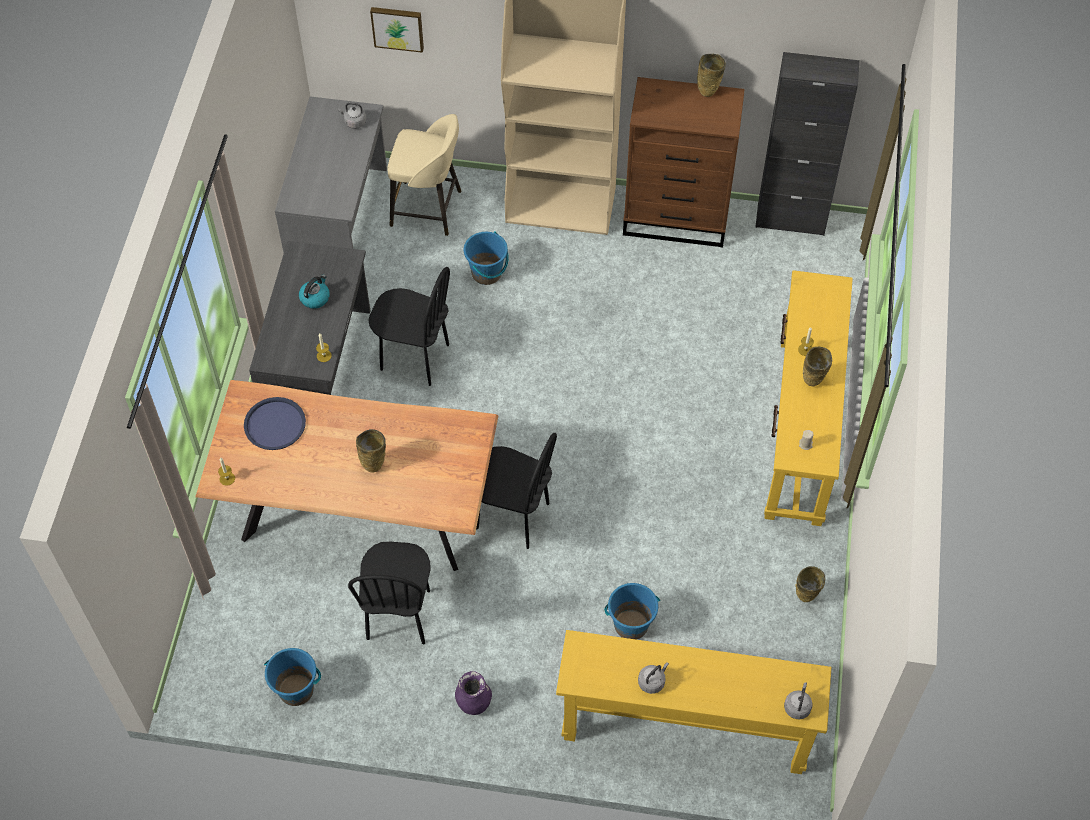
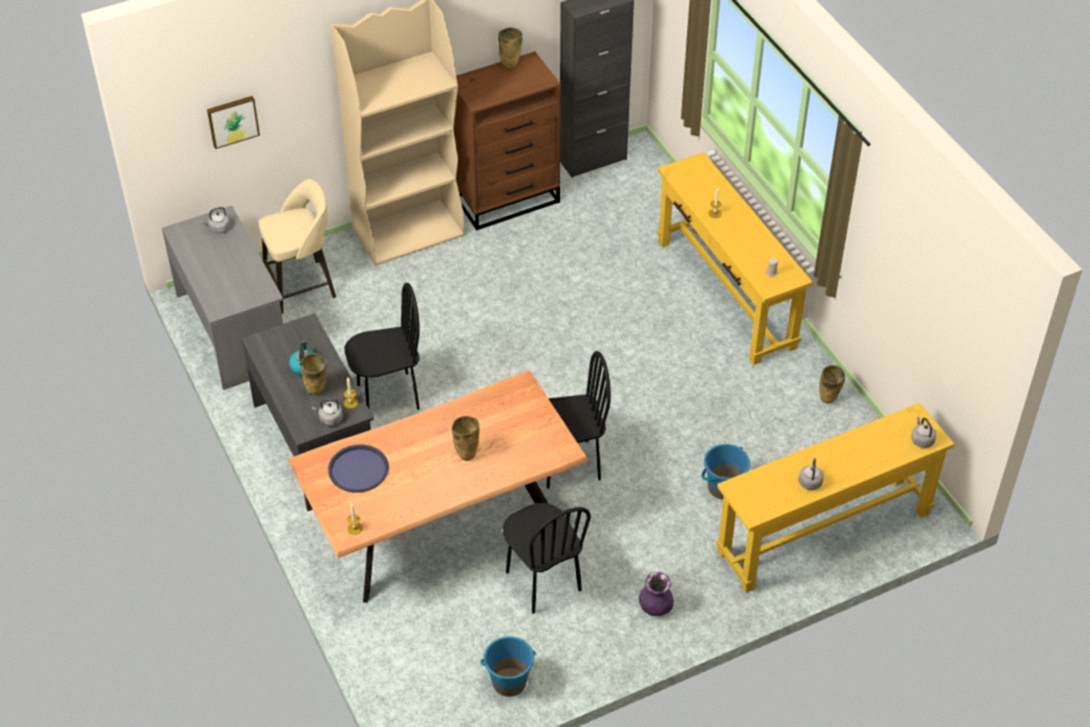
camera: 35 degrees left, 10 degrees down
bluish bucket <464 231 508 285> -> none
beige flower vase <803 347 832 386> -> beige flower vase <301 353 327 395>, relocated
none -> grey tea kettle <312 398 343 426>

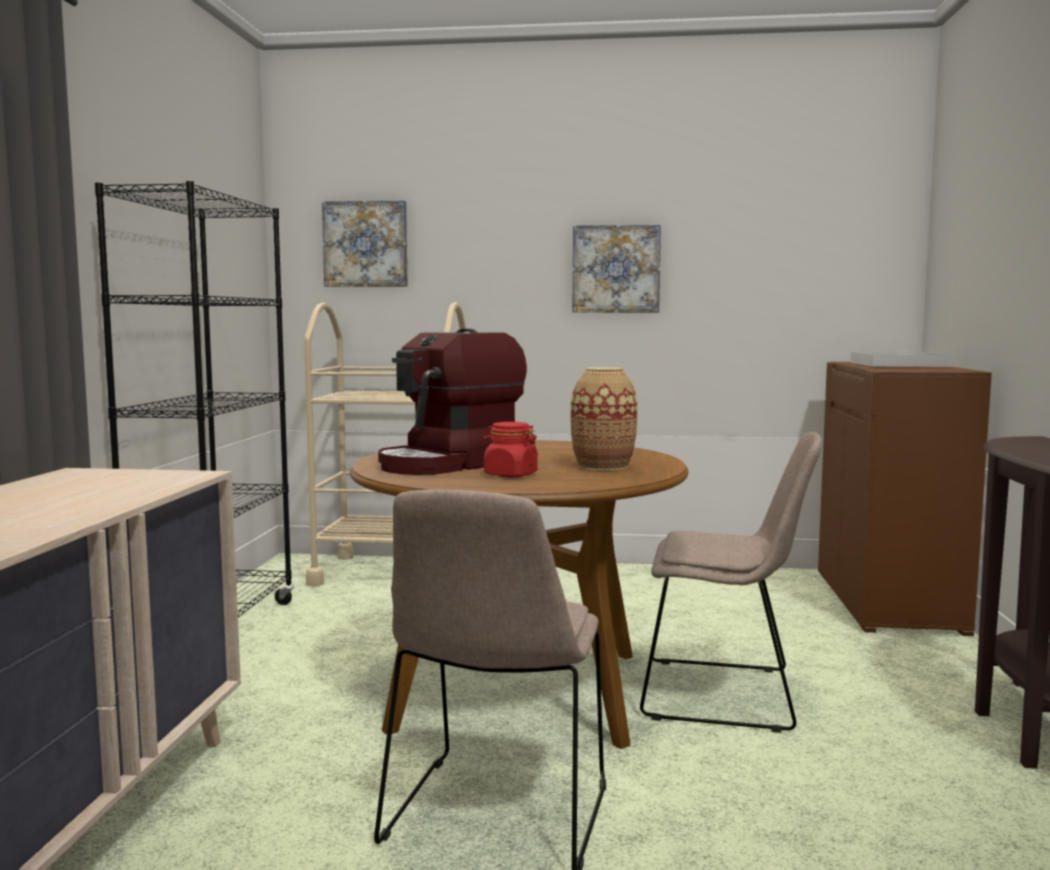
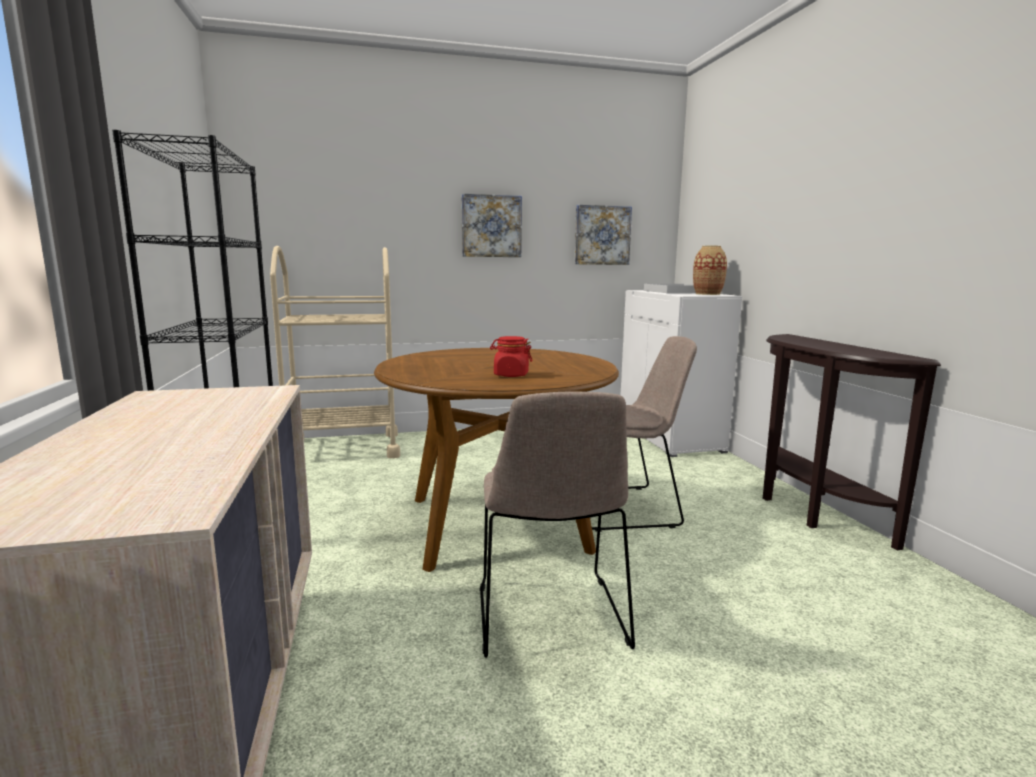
camera: 20 degrees left, 5 degrees up
wall art <322 200 408 287> -> wall art <574 205 632 265>, relocated
coffee machine <378 329 527 475> -> none
flower vase <570 367 637 471> -> flower vase <693 246 727 295>, relocated
brownish cabinet <818 362 992 636> -> white cabinet <621 290 742 457>

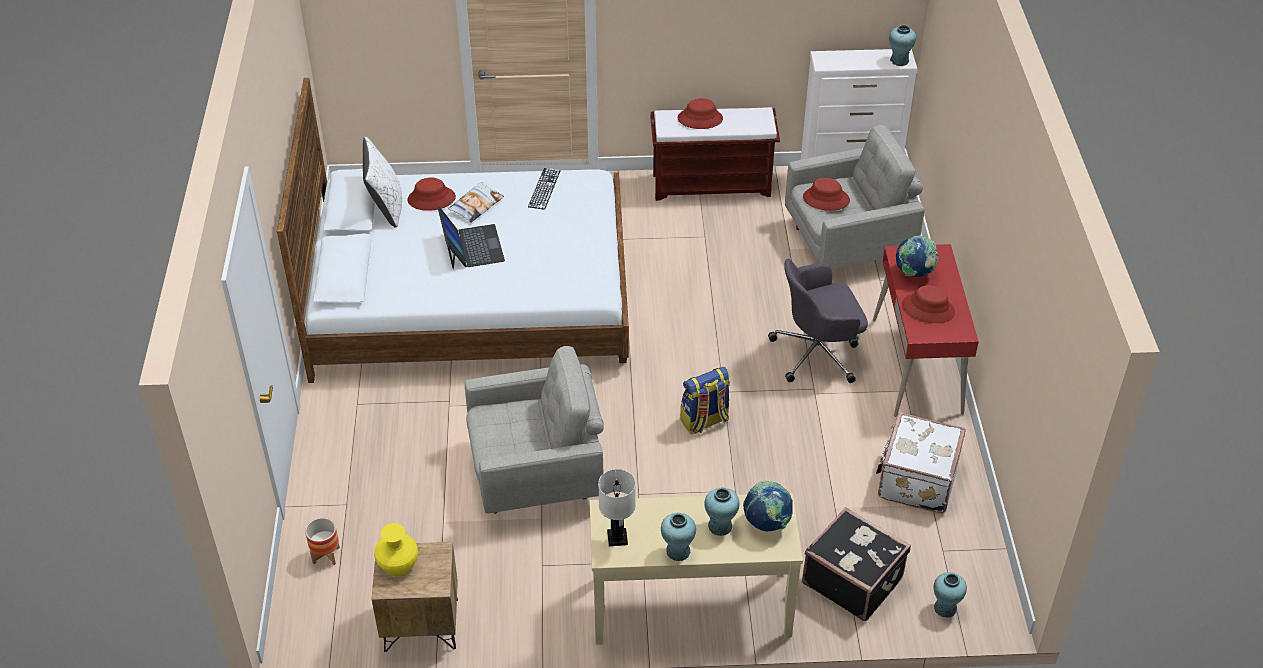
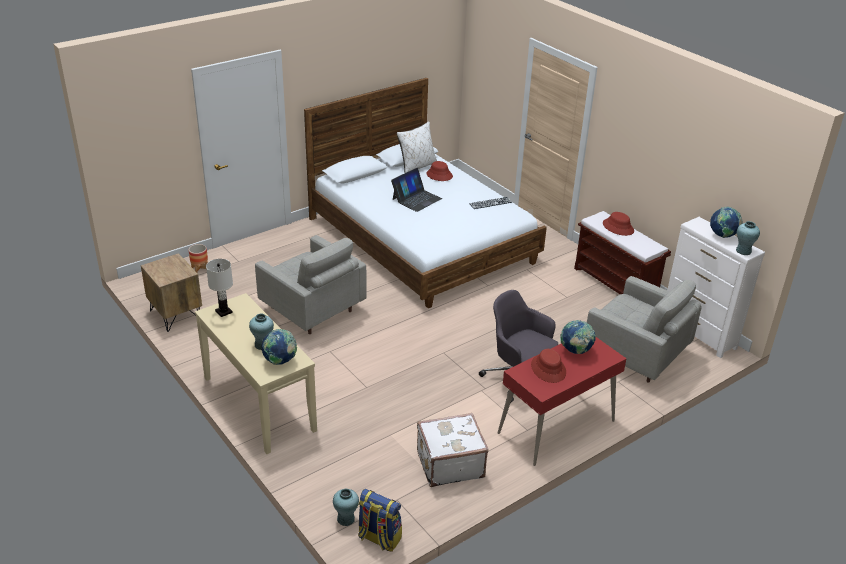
camera: 55 degrees right, 10 degrees down
yellowish flower vase <374 523 418 576> -> none
pillow <448 182 504 223> -> none
turquoise flower vase <661 513 696 561> -> none
rucksack <680 367 730 434> -> rucksack <358 489 402 552>, relocated
black travel case <802 507 911 621> -> none
red wearable hat <803 178 850 211> -> none
none -> world globe <710 207 743 238>

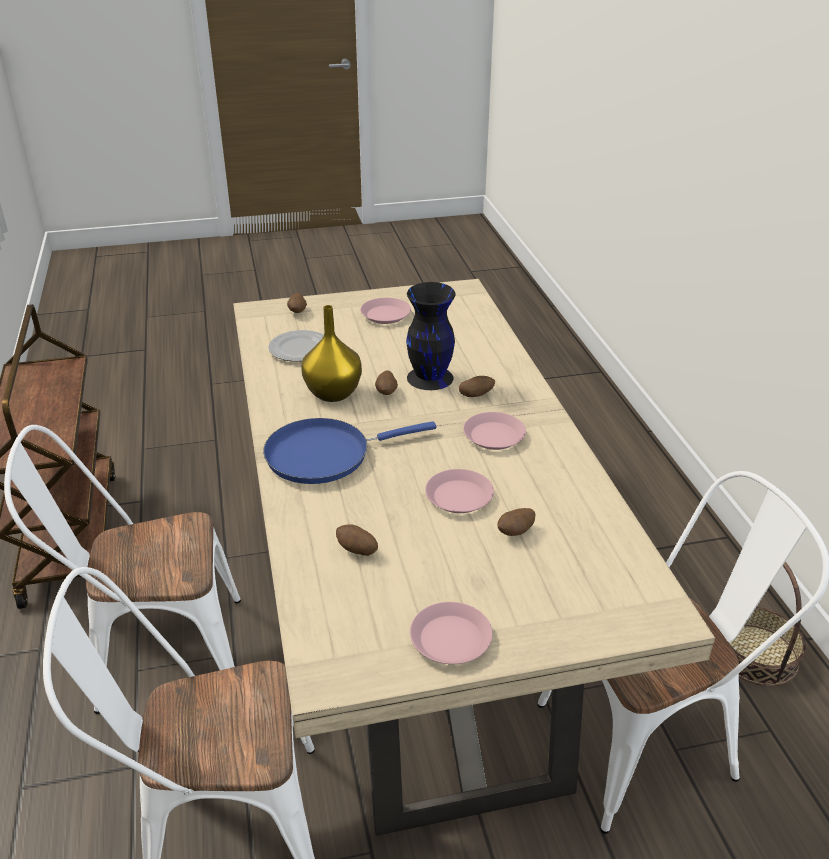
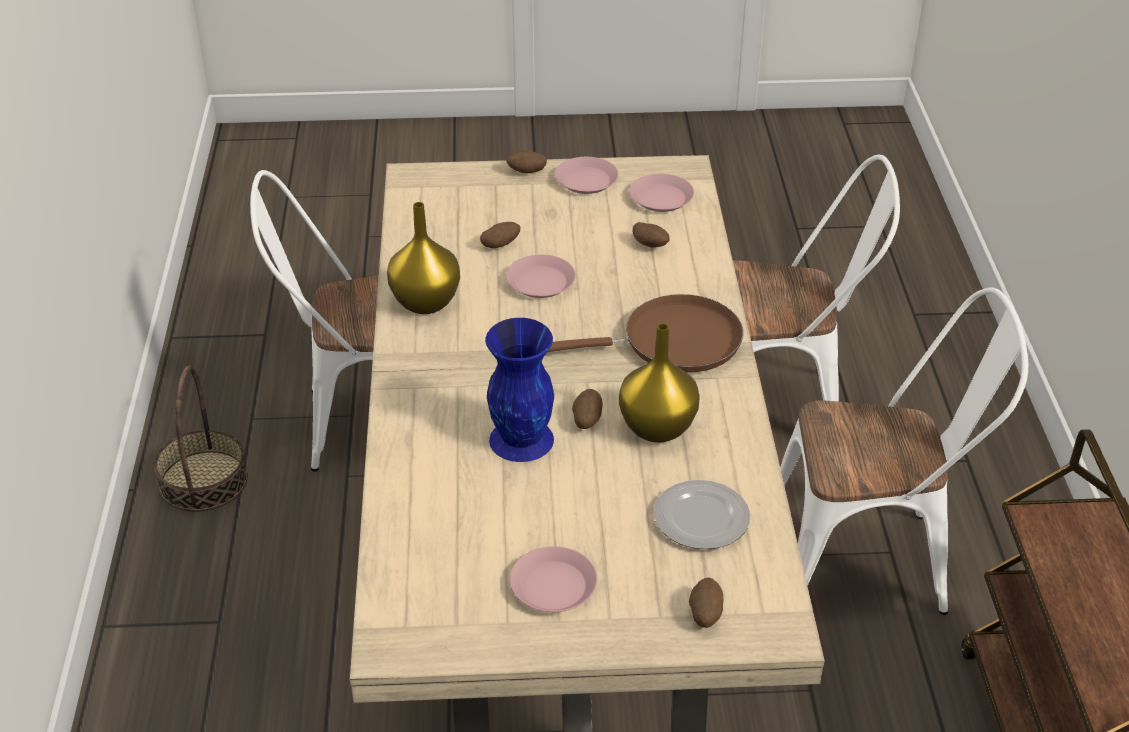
camera: 170 degrees left, 5 degrees up
bluish skillet <263 418 436 484> -> brownish skillet <548 294 743 373>
black flower vase <406 282 456 390> -> bluish flower vase <485 318 554 462>
whole potato <459 376 495 397> -> whole potato <506 151 547 174>, relocated
pink flat dish <463 412 526 450> -> pink flat dish <629 174 694 212>, relocated
none -> yellowish flower vase <387 202 460 314>

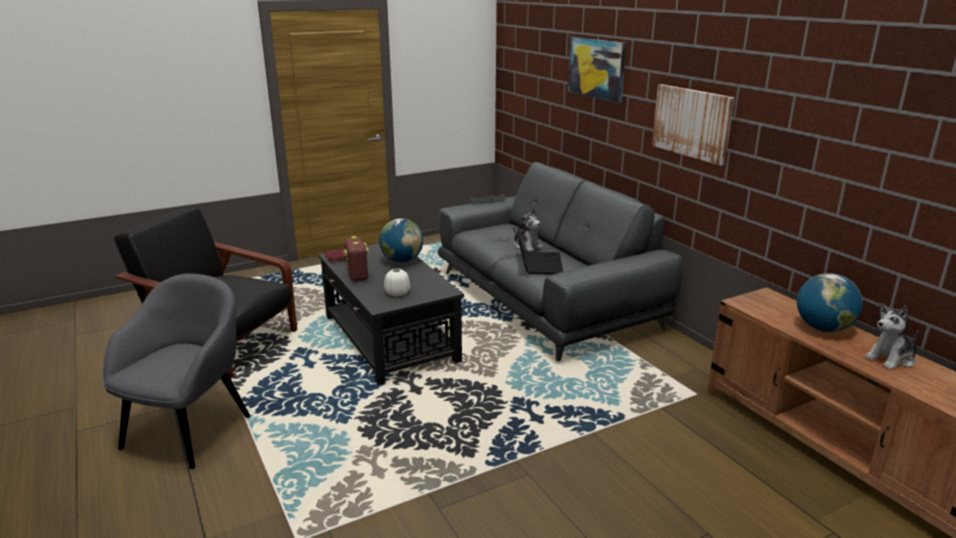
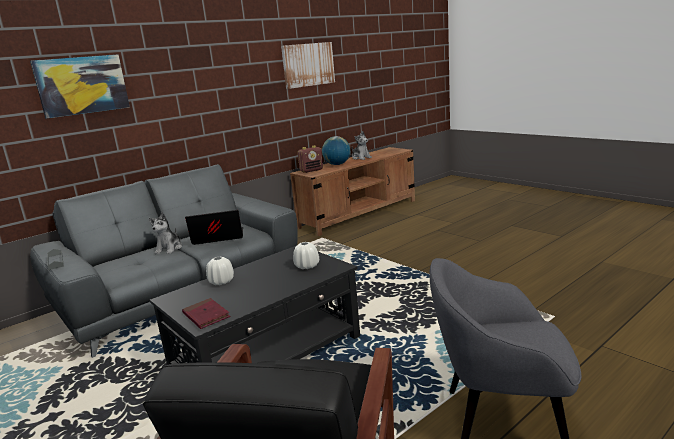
camera: 100 degrees left, 5 degrees down
radio set <344 236 369 281> -> radio set <298 146 323 173>, relocated
world globe <379 218 423 263> -> white flower vase <206 257 234 285>
soft toy <513 209 543 252> -> soft toy <149 213 182 254>, 150 degrees clockwise
wall art <652 84 735 166> -> wall art <281 42 335 89>, relocated

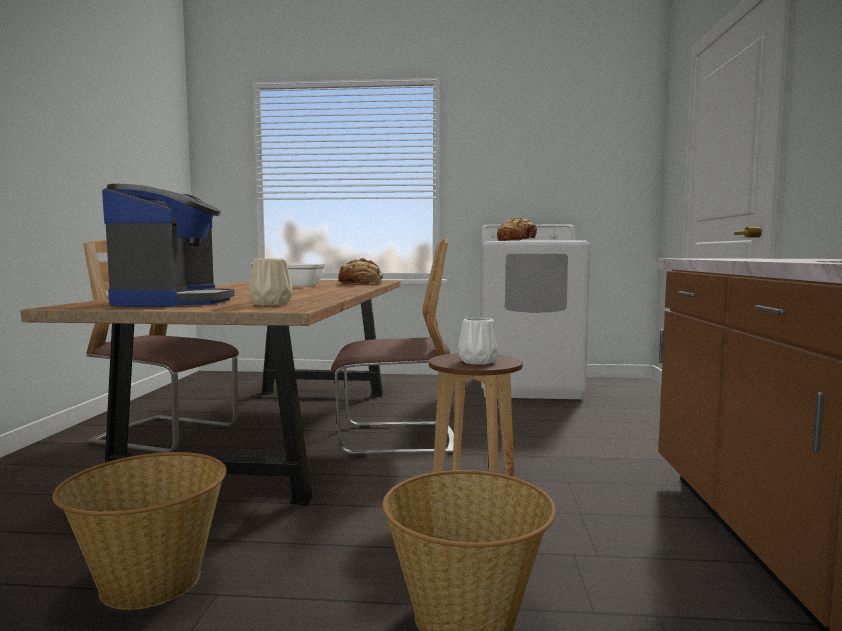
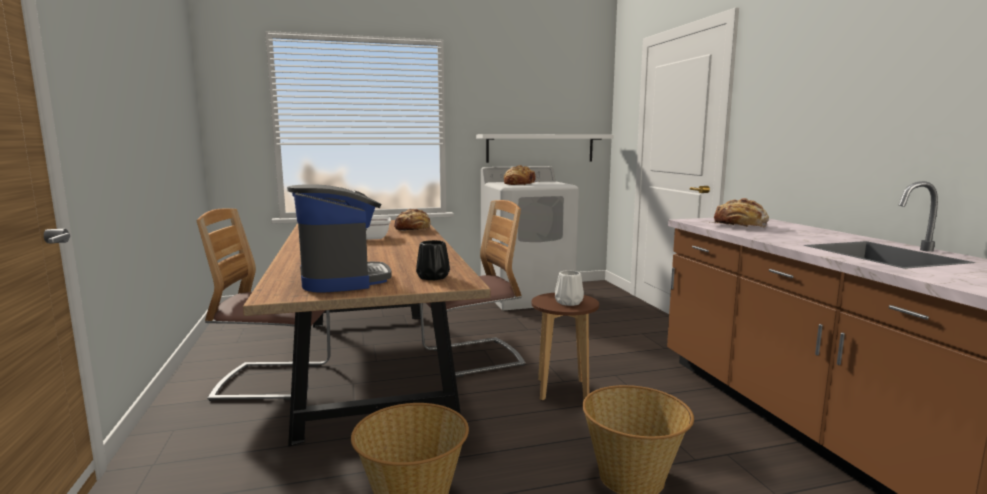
camera: 20 degrees left, 5 degrees up
beige flower vase <249 258 292 306> -> black flower vase <416 240 450 280>
none -> white wall shelf <476 134 613 163>
none -> baked bread <710 198 769 227>

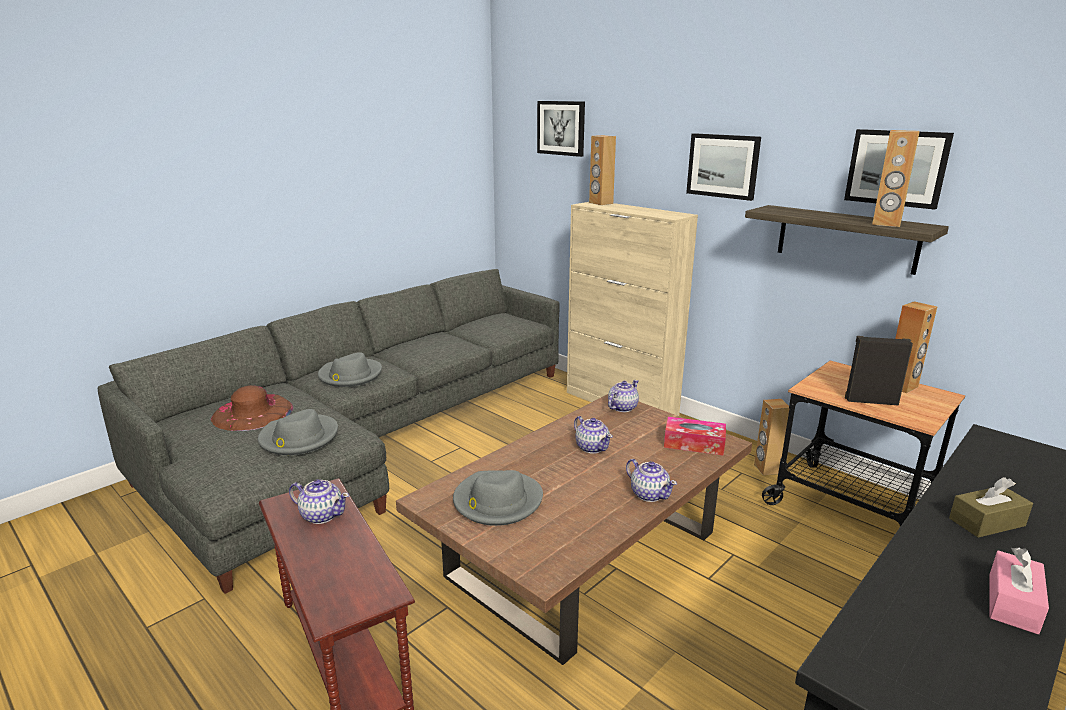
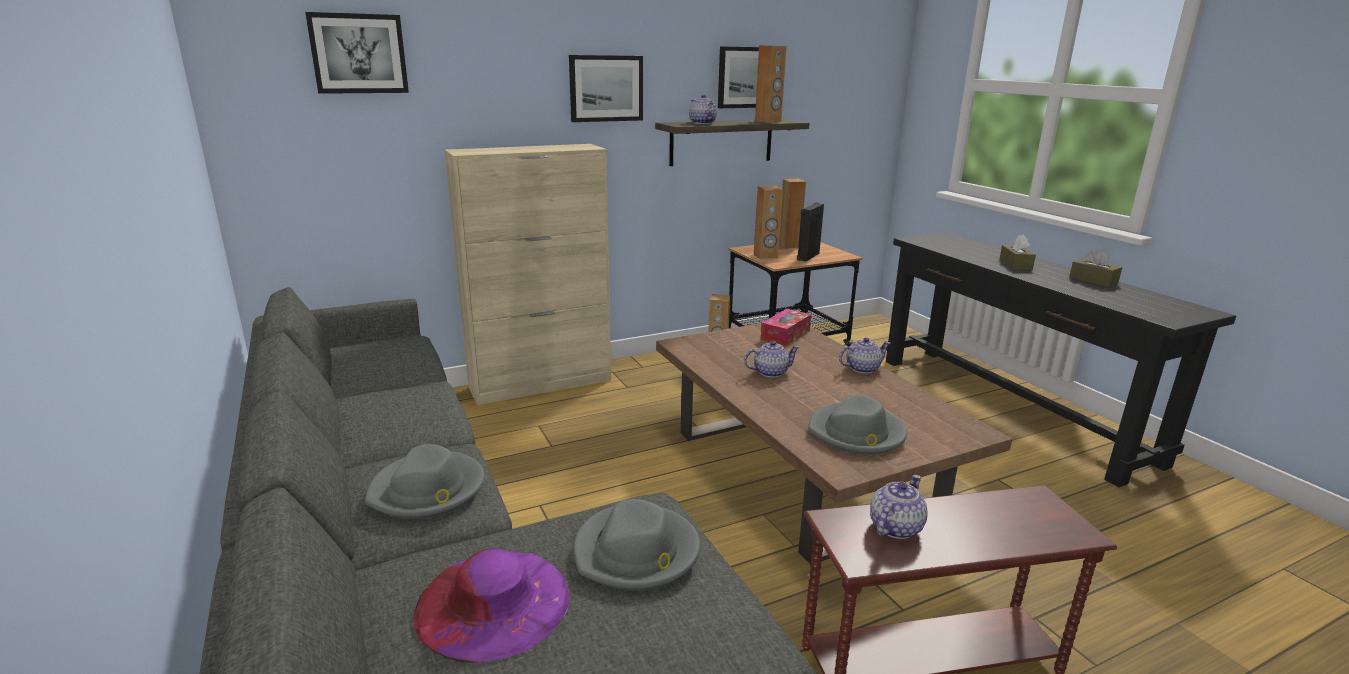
camera: 70 degrees left, 0 degrees up
brownish wearable hat <211 385 293 431> -> purplish wearable hat <413 548 570 663>
brownish loudspeaker <589 135 616 205> -> brownish loudspeaker <754 186 783 259>, relocated
tea pot <608 380 639 412> -> tea pot <689 94 717 124>, relocated
pink tissue box <989 547 1049 634> -> brownish tissue box <1069 248 1122 287>

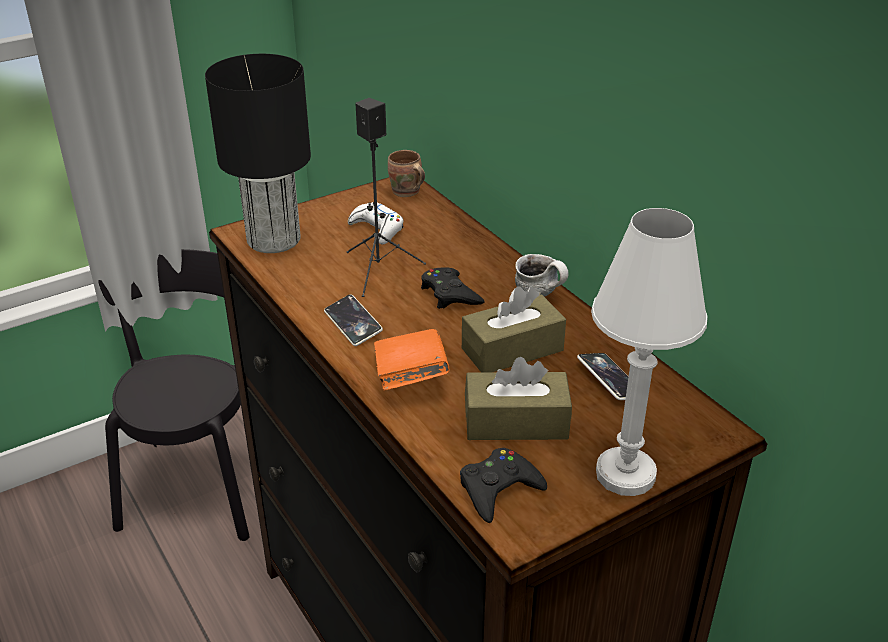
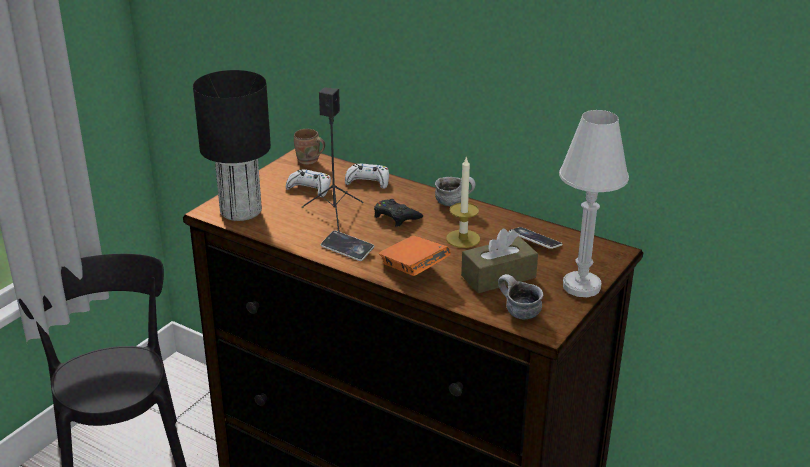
camera: 25 degrees left, 5 degrees down
black game controller <460 448 547 523> -> tea mug <498 274 543 320>
brownish tissue box <462 286 566 372> -> candle <446 156 480 248>
none -> white game controller <345 164 389 189>

